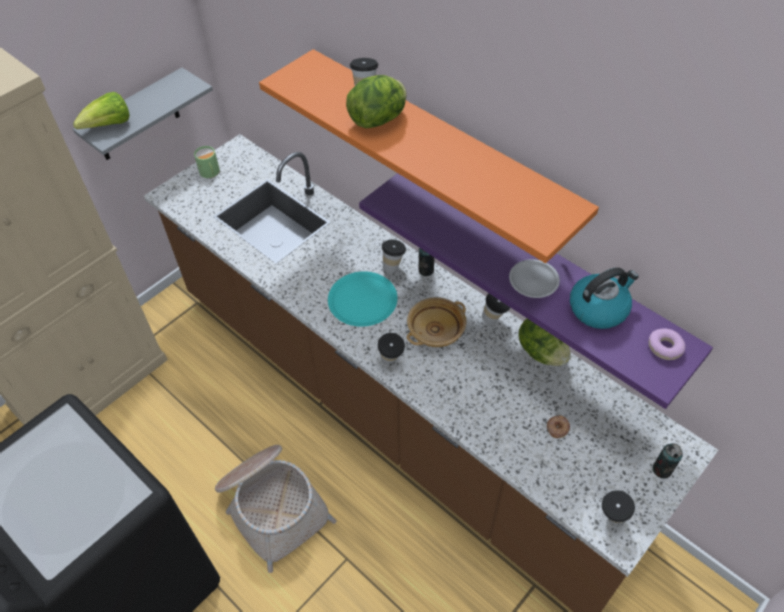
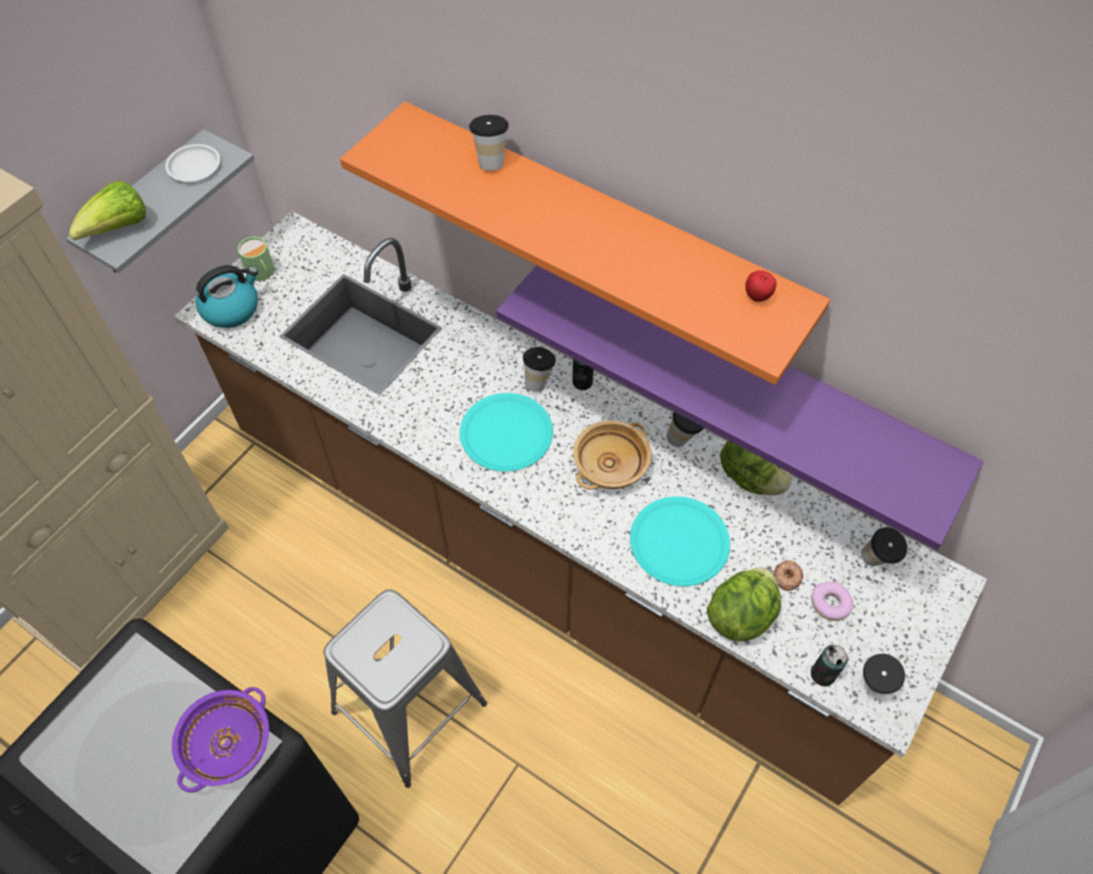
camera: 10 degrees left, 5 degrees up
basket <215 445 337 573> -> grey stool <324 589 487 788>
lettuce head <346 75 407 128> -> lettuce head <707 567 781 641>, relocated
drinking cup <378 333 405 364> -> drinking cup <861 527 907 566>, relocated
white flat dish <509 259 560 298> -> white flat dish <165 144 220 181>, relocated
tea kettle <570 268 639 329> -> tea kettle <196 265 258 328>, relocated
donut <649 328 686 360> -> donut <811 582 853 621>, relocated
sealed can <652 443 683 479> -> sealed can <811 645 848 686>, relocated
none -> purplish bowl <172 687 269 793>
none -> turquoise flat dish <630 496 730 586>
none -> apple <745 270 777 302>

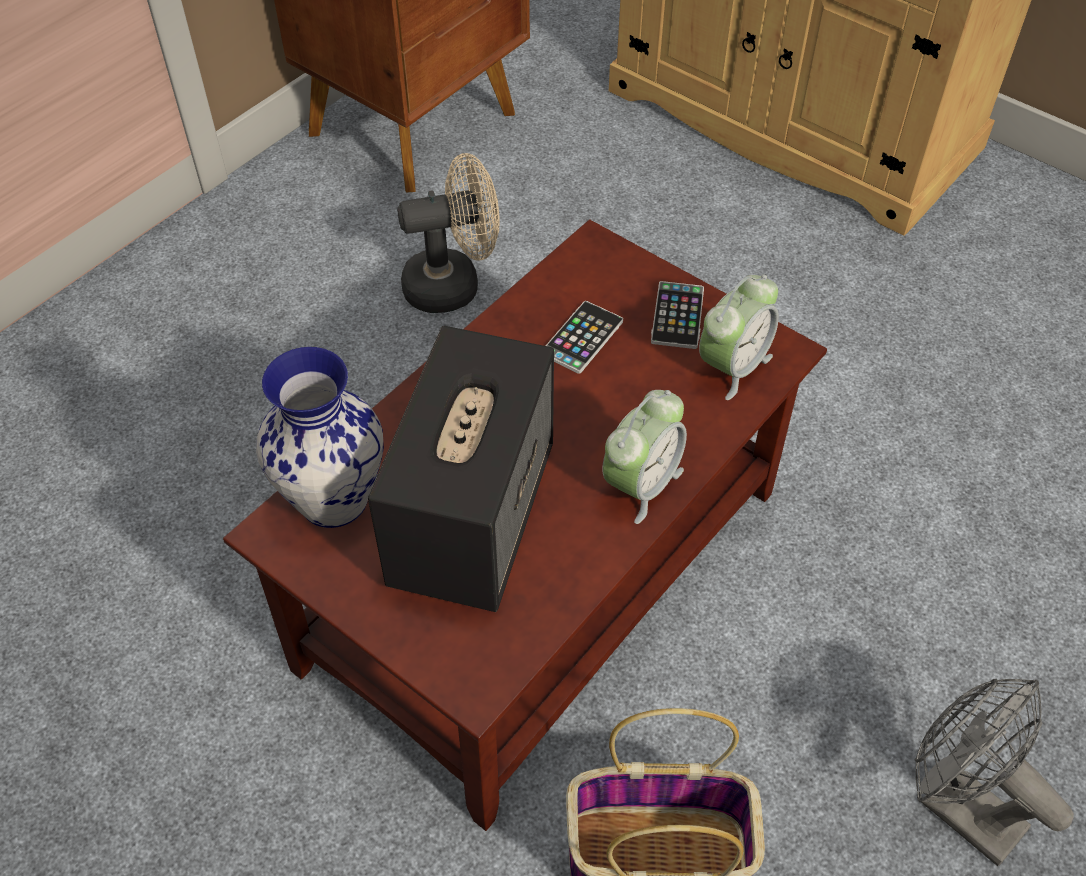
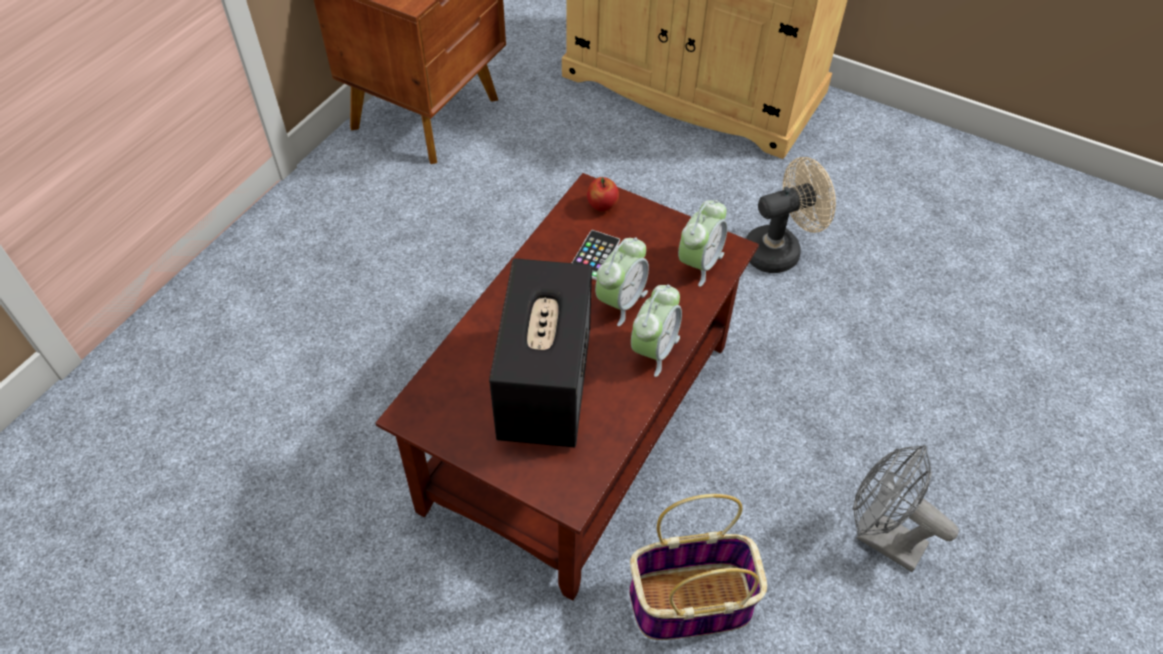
camera: 10 degrees left, 0 degrees up
flower vase <256 347 384 528> -> none
beige cooling fan <397 153 499 313> -> beige cooling fan <745 157 836 273>, relocated
phone <651 281 704 349> -> none
none -> apple <587 177 619 212>
none -> table clock <595 237 649 326>

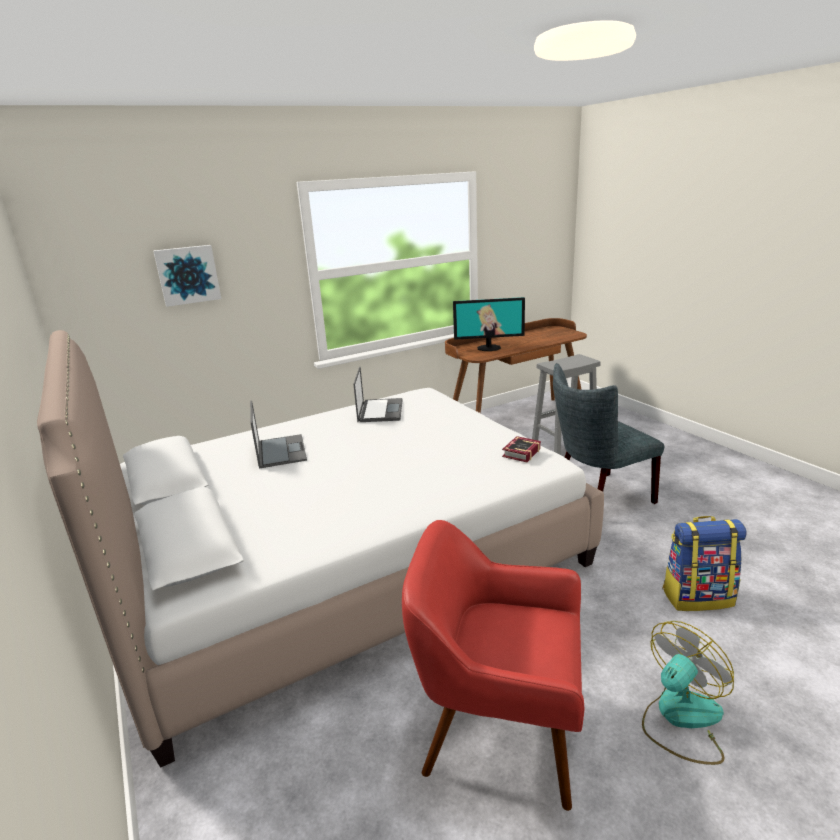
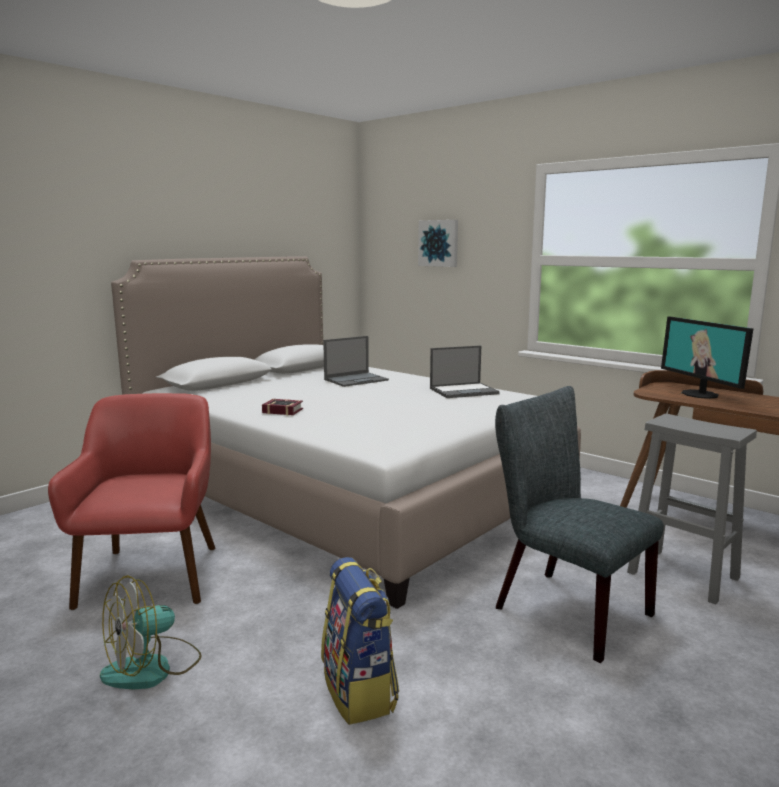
camera: 70 degrees right, 10 degrees down
bound book <502 436 541 463> -> bound book <262 399 303 415>, relocated
cooling fan <642 621 734 765> -> cooling fan <100 575 202 689>, 105 degrees clockwise

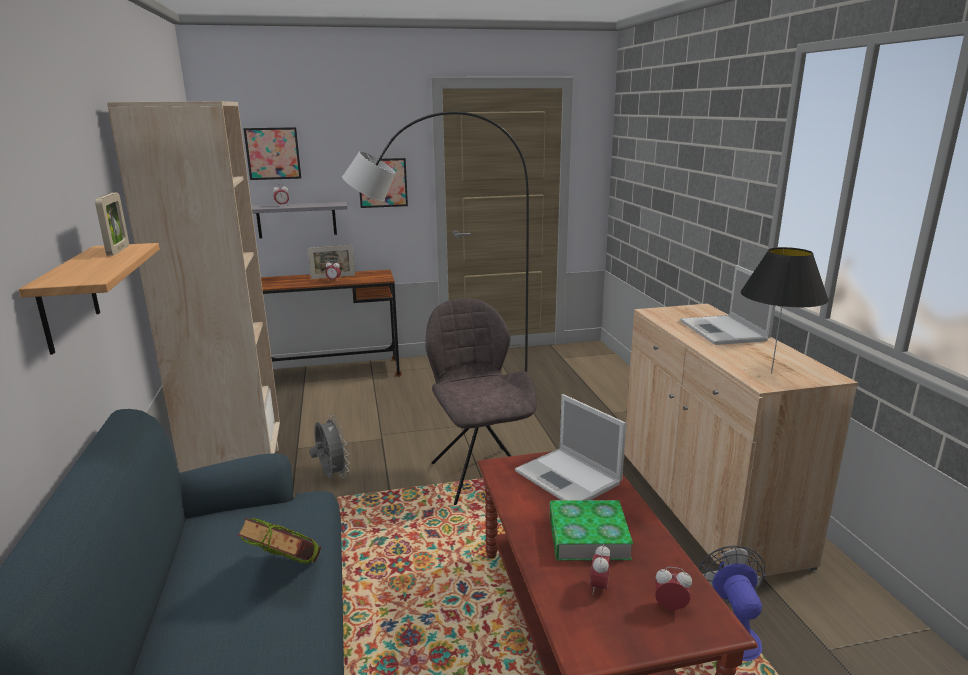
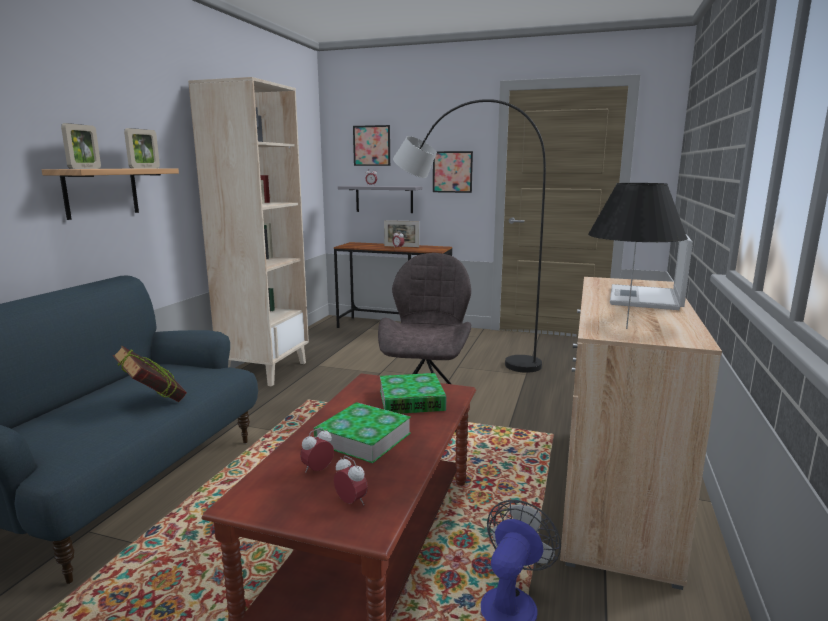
camera: 30 degrees right, 5 degrees down
grey cooling fan <309 415 350 478> -> none
notebook computer <515 394 626 500> -> bound book <380 373 446 414>
none -> picture frame <61 123 101 169>

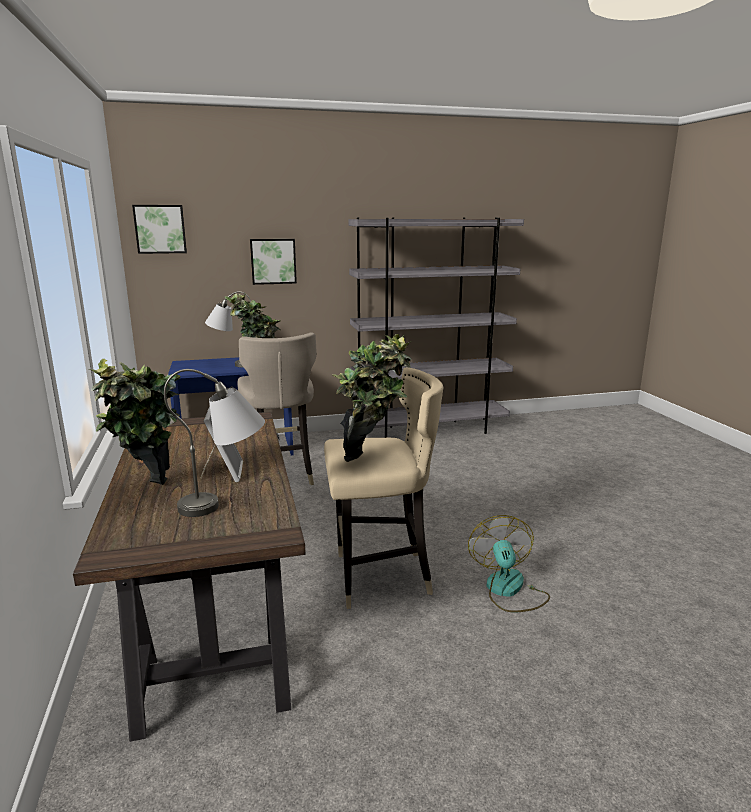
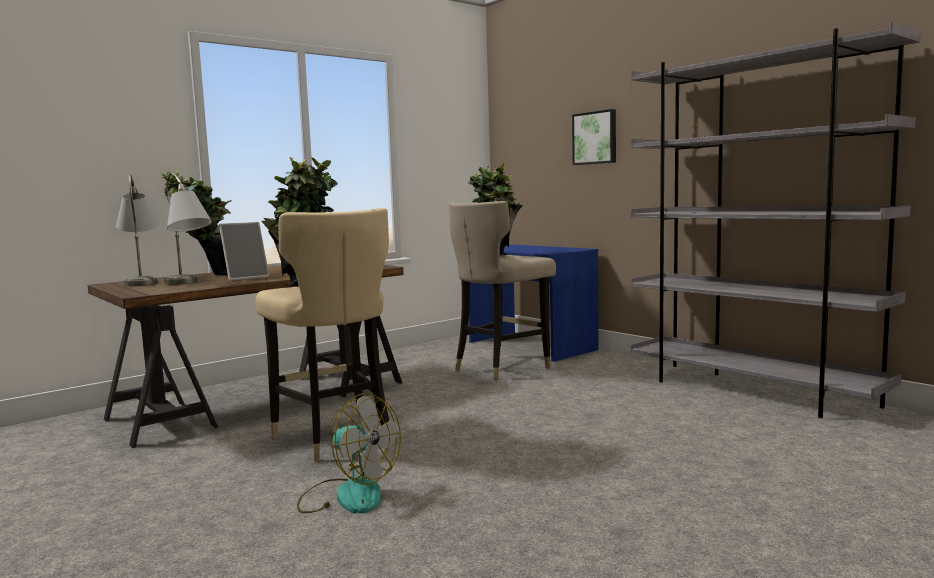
camera: 65 degrees right, 10 degrees down
wall art <132 205 187 254> -> none
grey table lamp <205 291 251 367> -> grey table lamp <116 174 159 286>, relocated
cooling fan <468 515 550 612> -> cooling fan <297 393 401 514>, 60 degrees clockwise

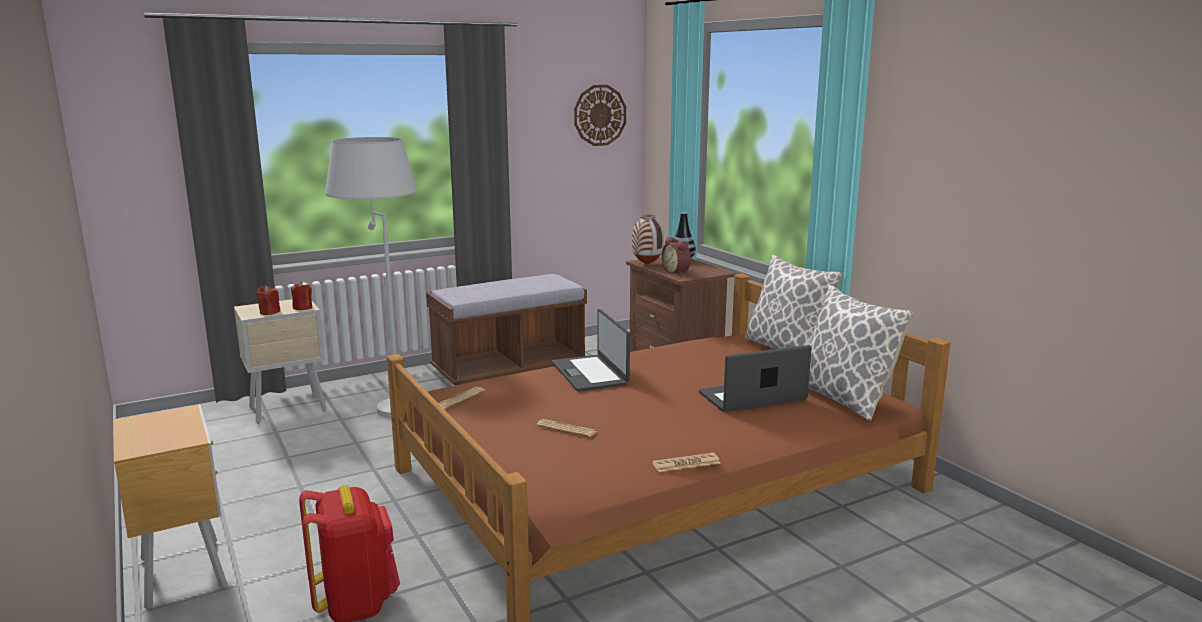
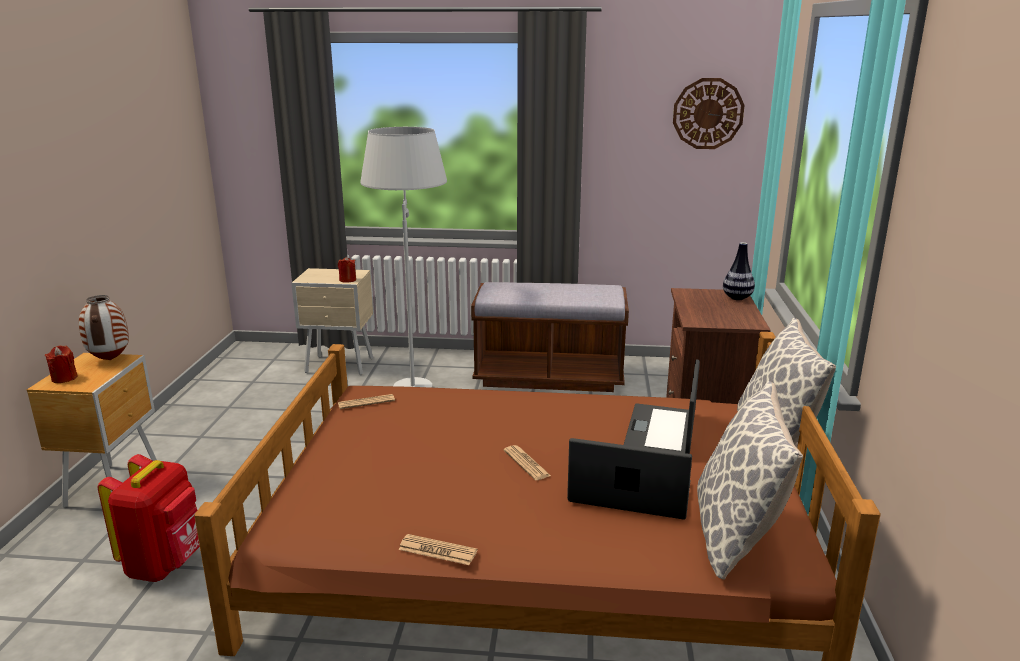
camera: 35 degrees right, 5 degrees up
red candle <256 286 281 315> -> red candle <45 345 78 383>, relocated
daily paper <536 419 597 437> -> daily paper <504 445 551 480>, relocated
notebook computer <552 309 630 392> -> notebook computer <624 359 700 454>, relocated
flower vase <632 214 664 265> -> flower vase <79 295 129 360>, relocated
table clock <662 237 691 275> -> none

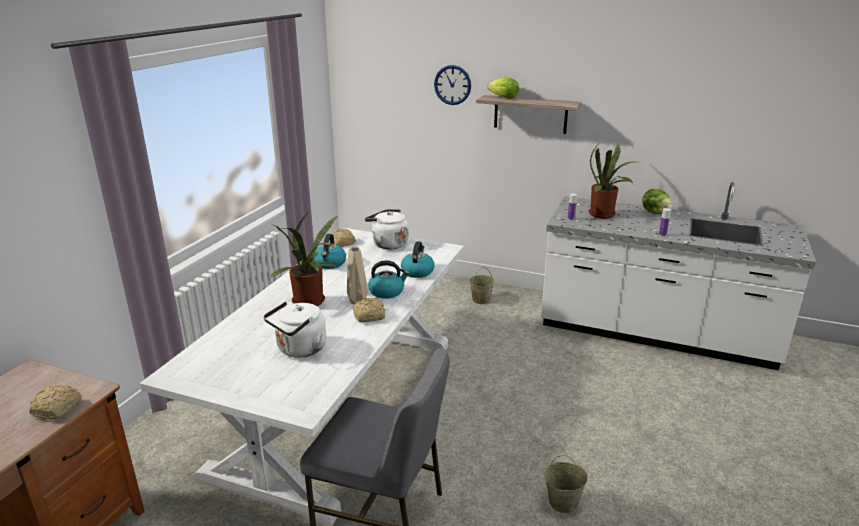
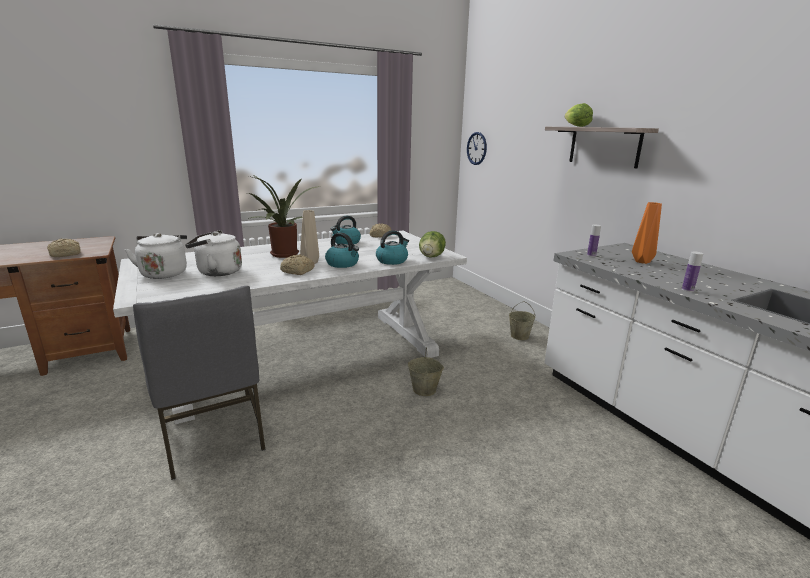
camera: 40 degrees right, 5 degrees down
white tea kettle <365 209 409 249> -> white tea kettle <125 233 187 279>, relocated
hanging clock <434 65 471 105> -> hanging clock <467 132 487 165>, relocated
beige bucket <545 455 588 513> -> beige bucket <408 347 444 396>, relocated
houseplant <588 142 637 219> -> orange-coloured flower vase <632 202 662 264>
lettuce head <642 189 673 214> -> lettuce head <419 231 446 258>, relocated

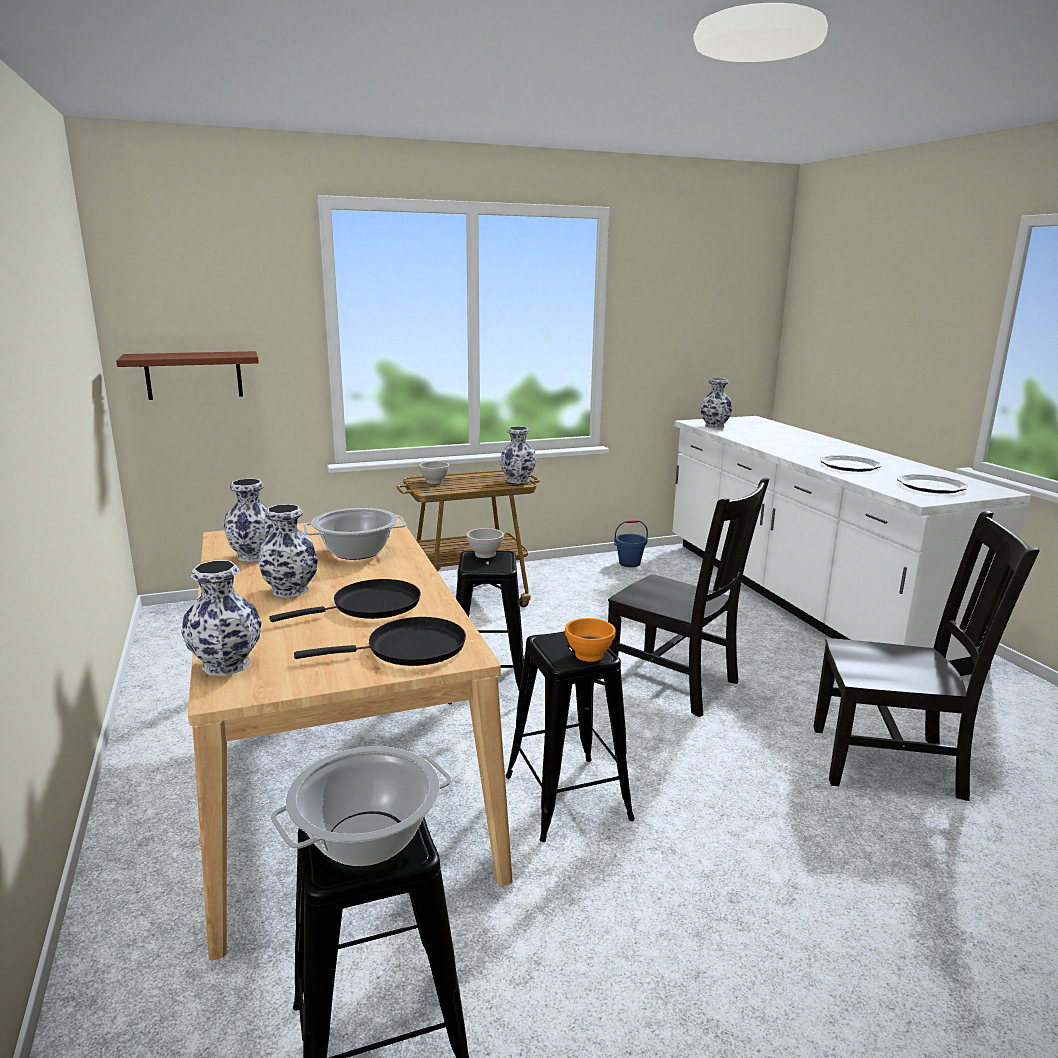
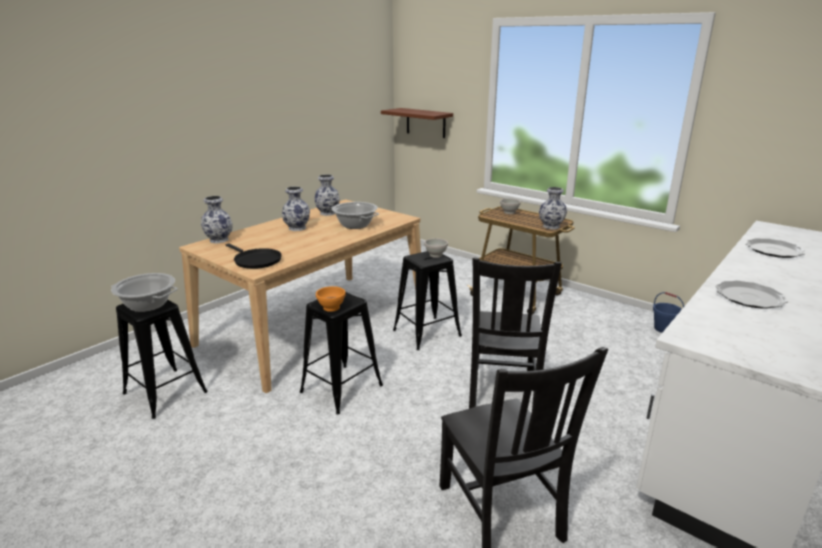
camera: 60 degrees right, 5 degrees up
black skillet <269 579 421 622> -> none
flower vase <700 378 732 428> -> none
flat dish <897 474 968 494> -> flat dish <746 238 805 258>, relocated

